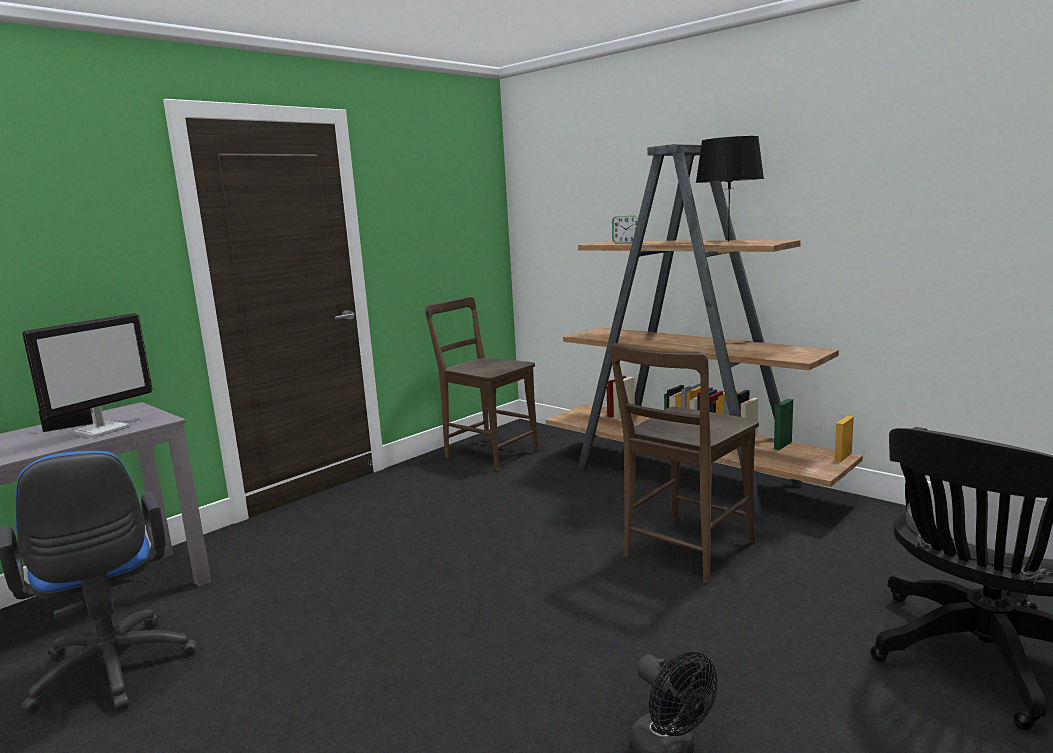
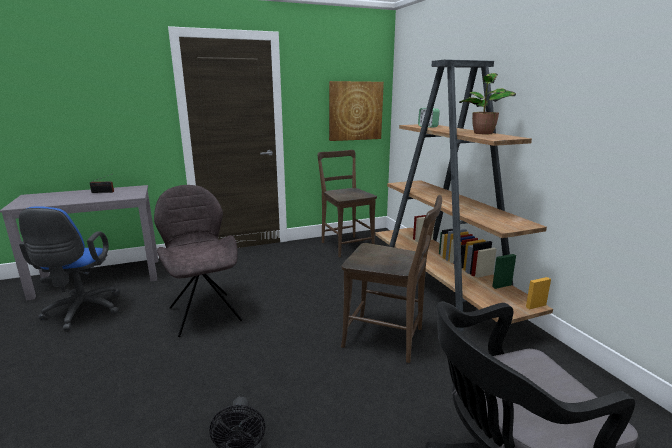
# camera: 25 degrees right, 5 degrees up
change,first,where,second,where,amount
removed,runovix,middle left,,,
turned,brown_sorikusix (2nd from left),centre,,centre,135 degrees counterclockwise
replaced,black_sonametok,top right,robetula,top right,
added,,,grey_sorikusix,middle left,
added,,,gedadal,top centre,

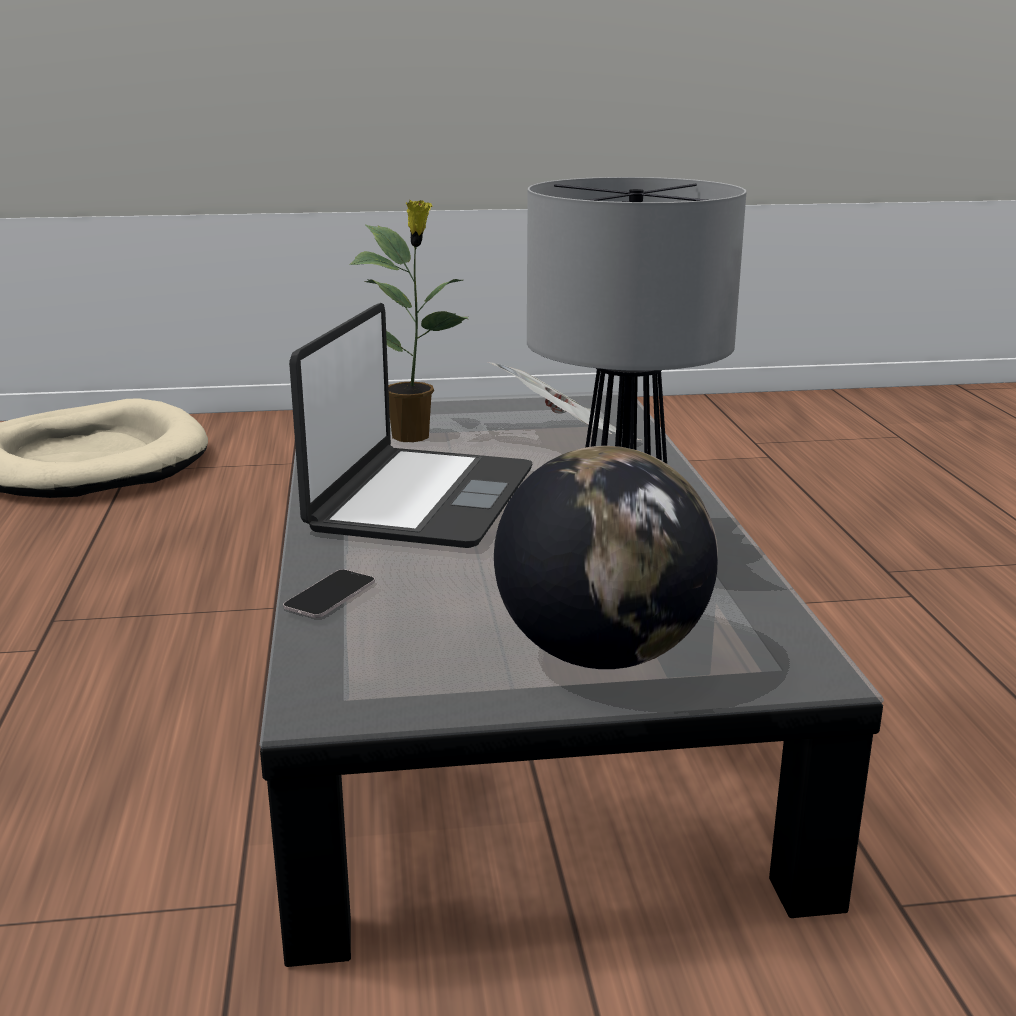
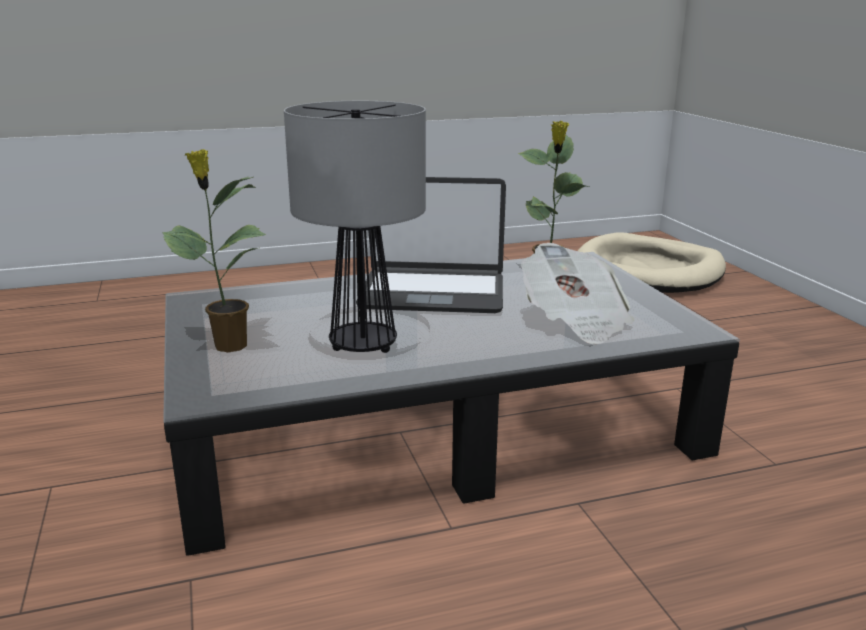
# camera: 80 degrees right, 0 degrees up
change,first,where,second,where,amount
removed,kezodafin,middle left,,,
replaced,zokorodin,centre,robetula (1st from left),middle left,

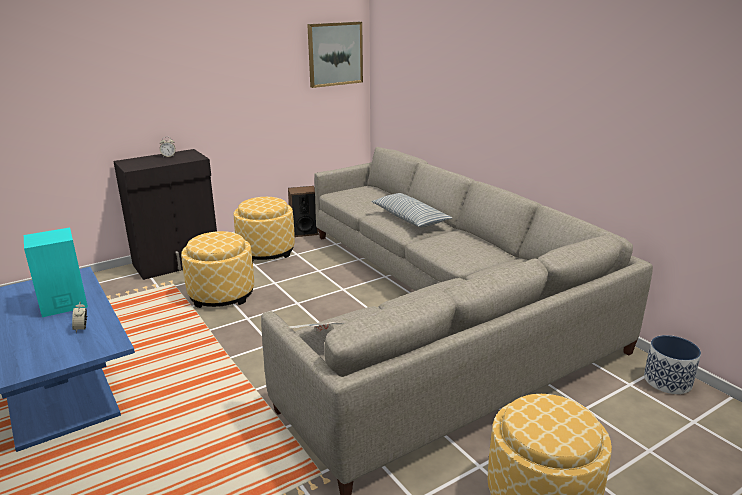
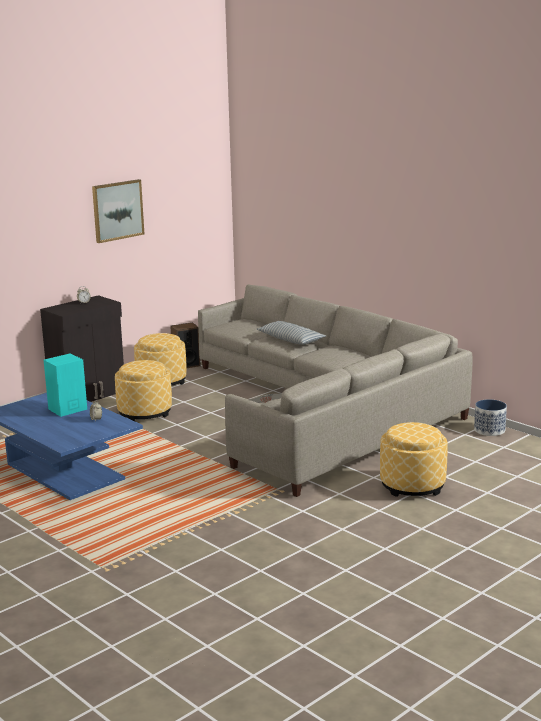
# camera: 10 degrees left, 5 degrees down
change,first,where,second,where,amount
moved,gedadal,top centre,,top left,

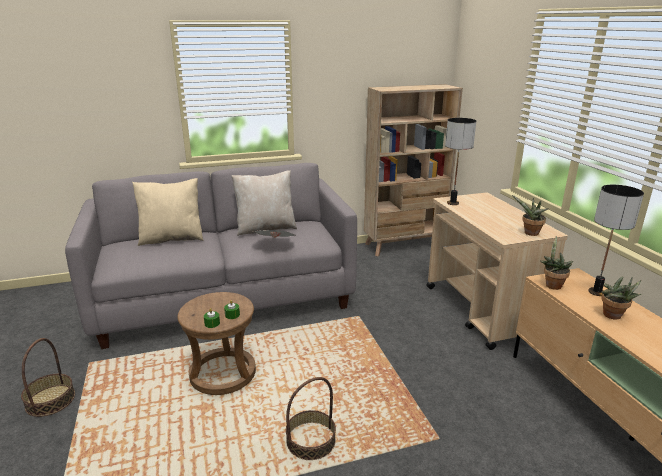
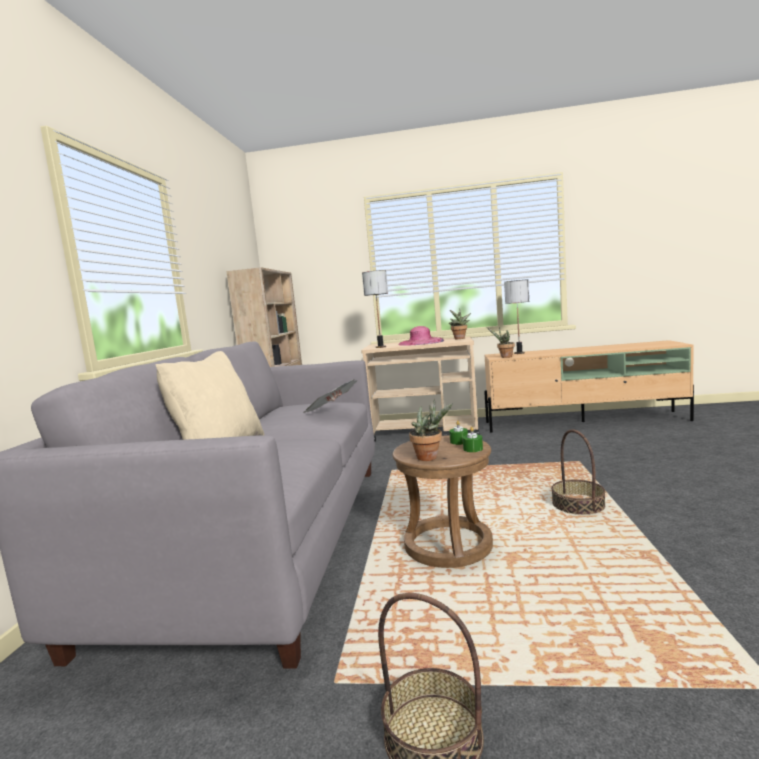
# camera: 65 degrees left, 15 degrees down
change,first,where,second,where,amount
removed,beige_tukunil (2nd from left),centre,,,
moved,robetula (3rd from left in the first image),middle right,robetula (1st from left),centre,
added,,,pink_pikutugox,centre,

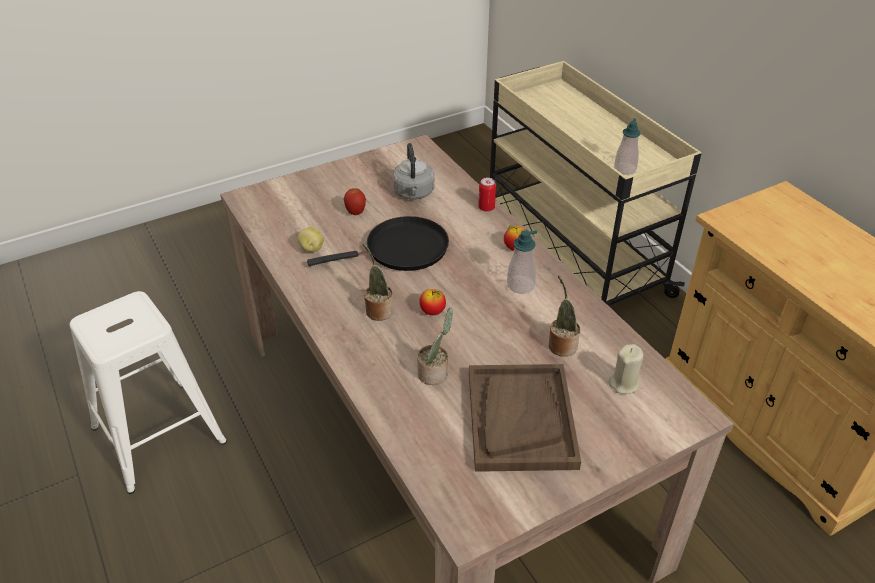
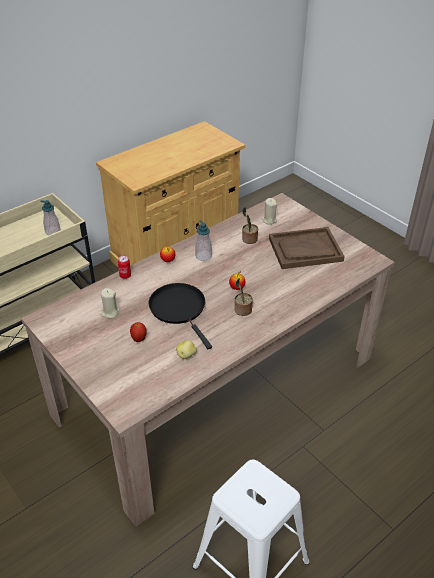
# camera: 100 degrees left, 0 degrees up
change,first,where,second,where,amount
replaced,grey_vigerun,top centre,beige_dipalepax (1st from left),middle left,
removed,robetula (2nd from left),centre,,,

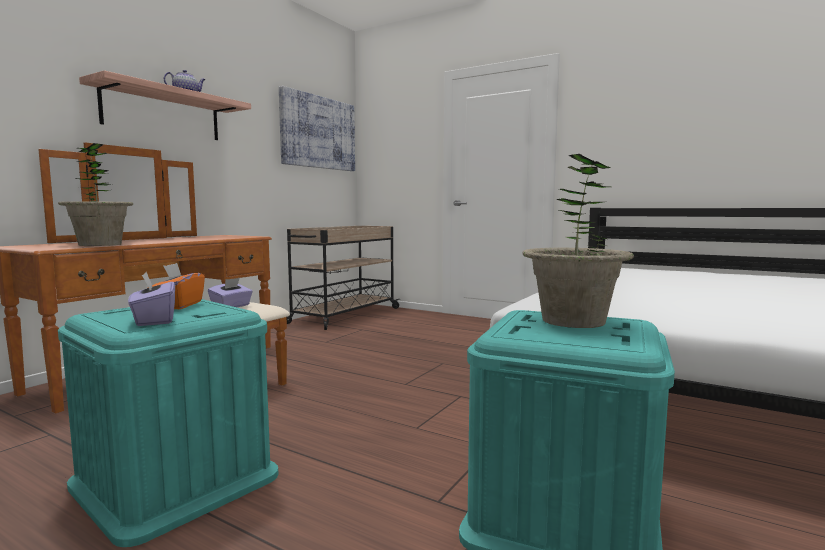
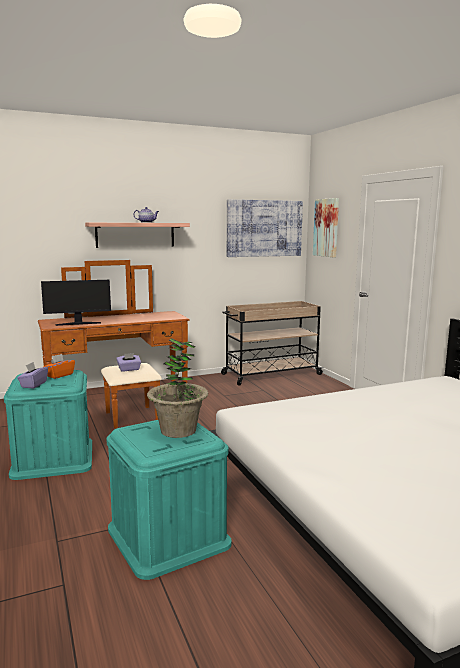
# camera: 35 degrees right, 5 degrees up
change,first,where,second,where,amount
replaced,robetula (1st from left),middle left,runovix,middle left,
added,,,gedadal (2nd from left),middle right,

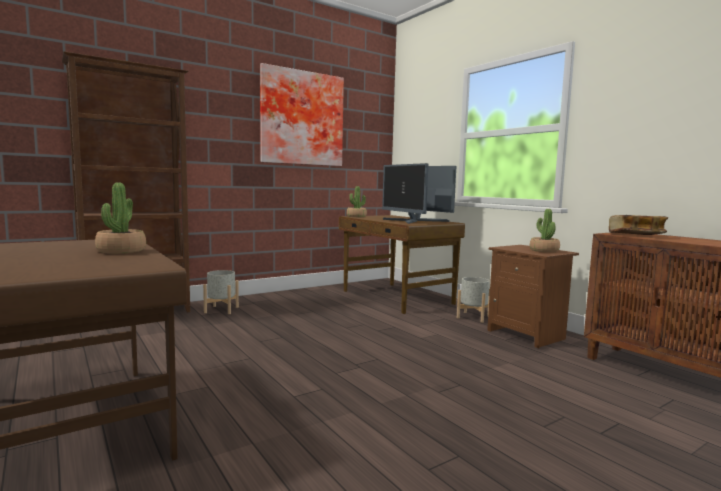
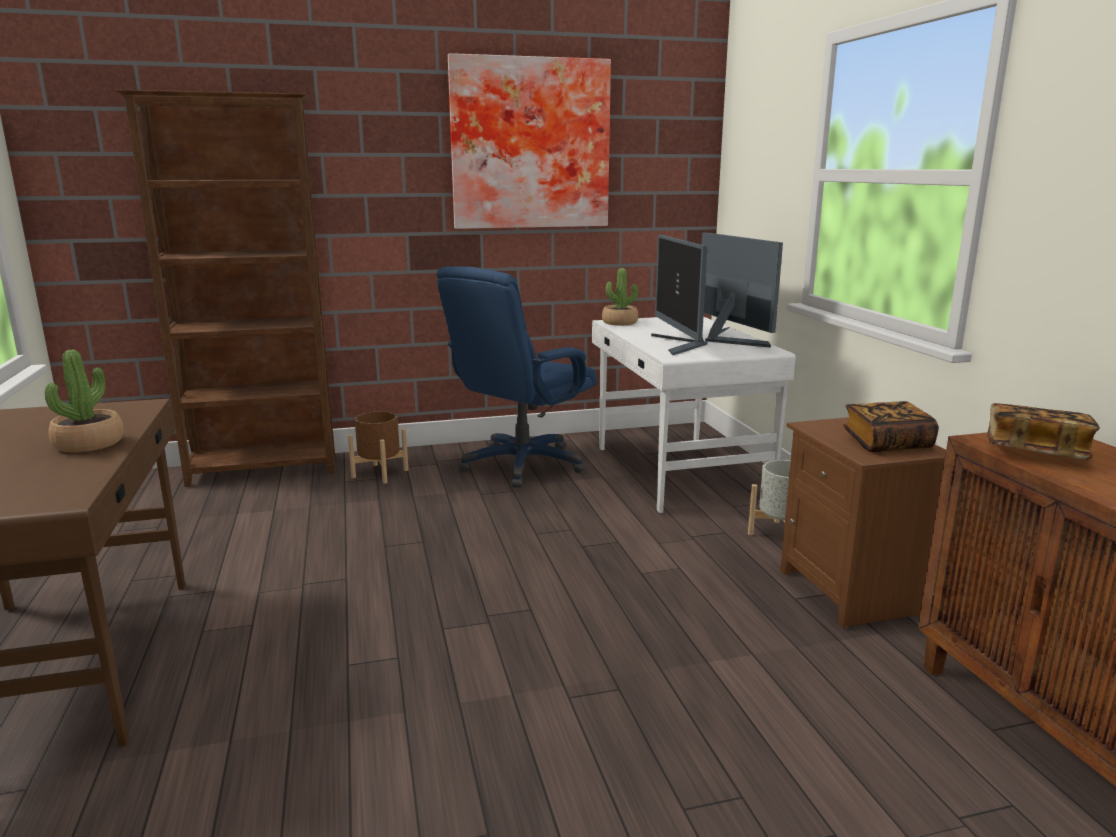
# camera: 20 degrees right, 10 degrees up
change,first,where,second,where,amount
recoloured,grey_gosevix (1st from left),middle left,brown_gosevix,centre,
recoloured,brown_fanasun (2nd from left),centre,white_fanasun,centre,
replaced,robetula (3rd from left),middle right,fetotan (1st from left),middle right,
added,,,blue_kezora,centre,

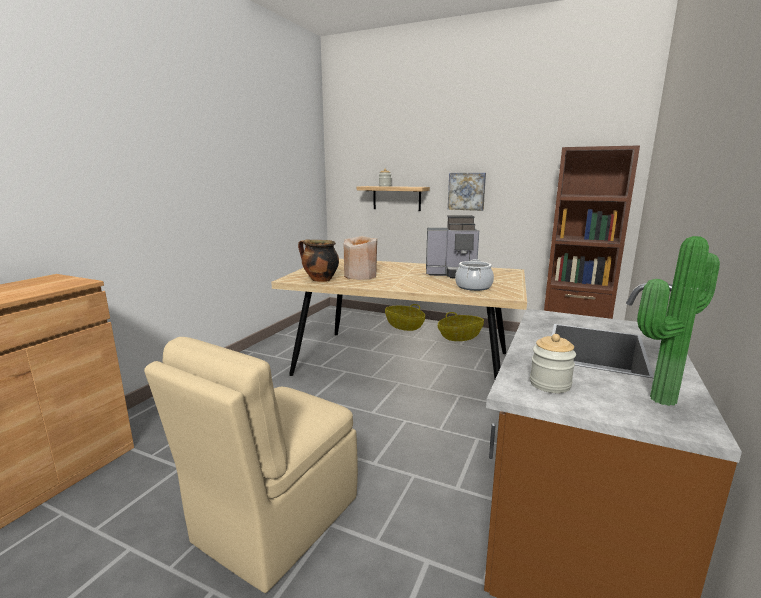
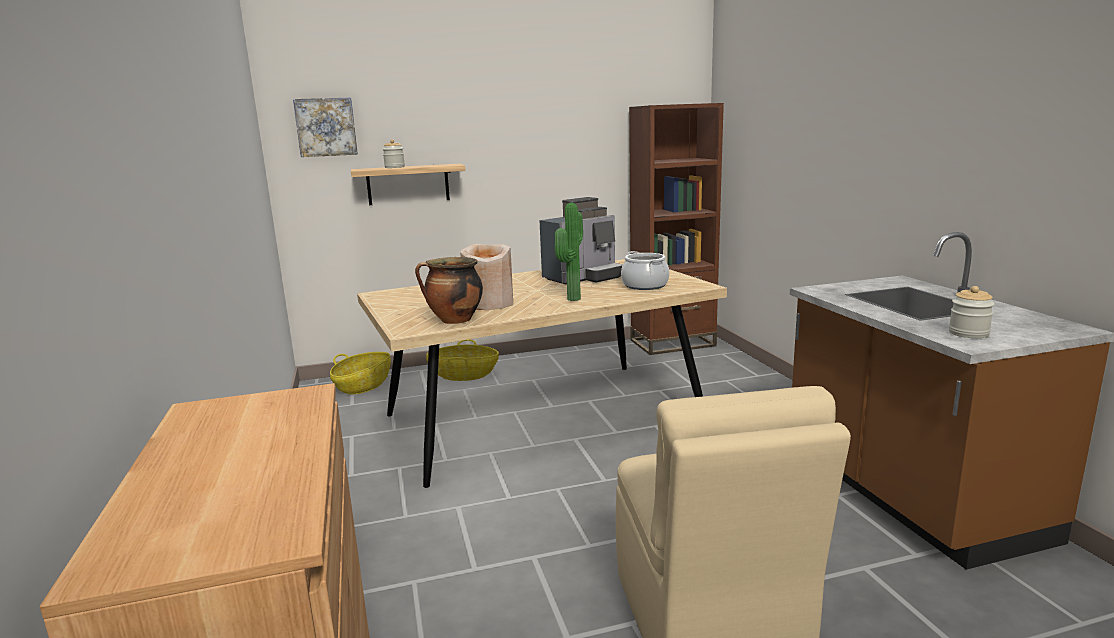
# camera: 40 degrees left, 0 degrees up
change,first,where,second,where,amount
moved,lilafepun (2nd from left in the first image),centre,lilafepun (1st from left),middle left,
moved,gedadal,top centre,,top left,
moved,robetula,middle right,,centre,

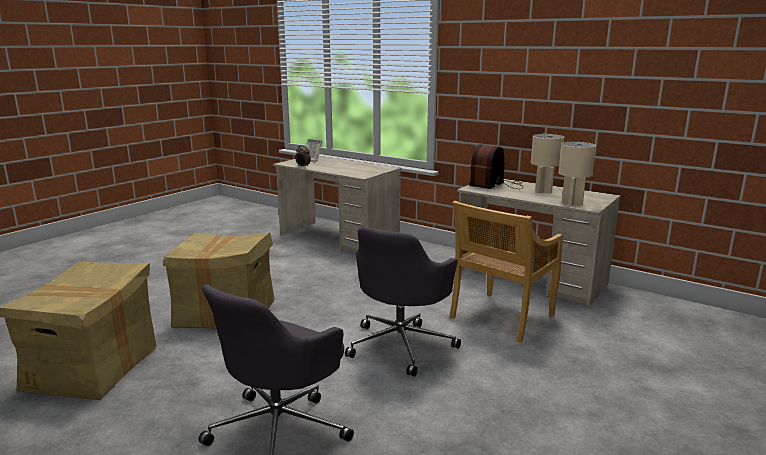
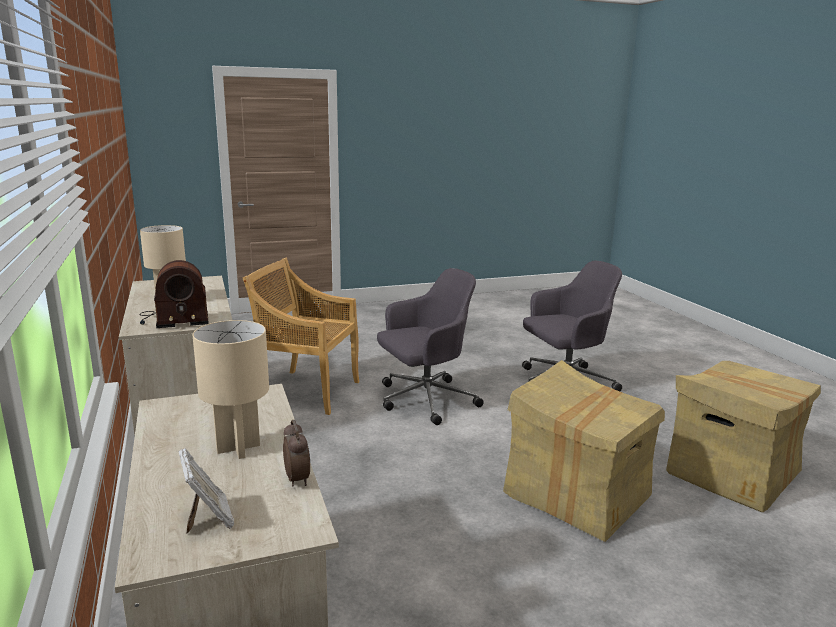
# camera: 145 degrees left, 0 degrees up
change,first,where,second,where,amount
turned,beige_sorikusix,centre,,centre,150 degrees counterclockwise
moved,beige_sonametok (2nd from left),middle right,,middle left,

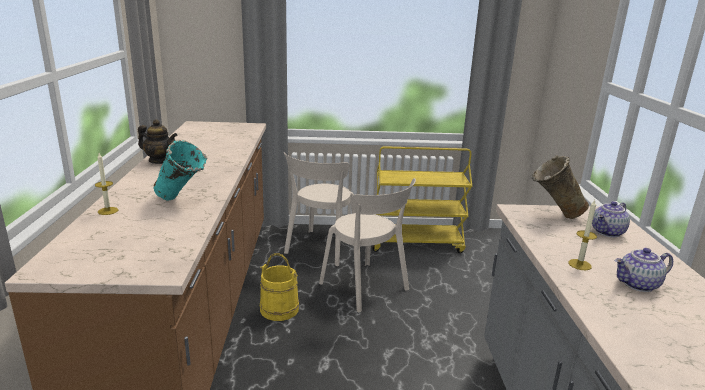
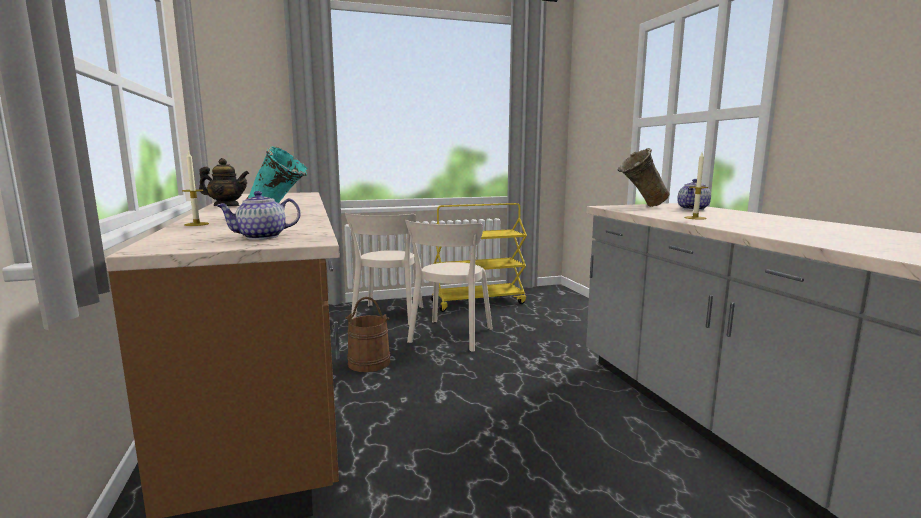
# camera: 15 degrees left, 10 degrees down
change,first,where,second,where,amount
recoloured,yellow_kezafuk,bottom centre,brown_kezafuk,centre,
turned,beige_sorikusix (2nd from left),centre,,centre,75 degrees clockwise
moved,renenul (3rd from left in the first image),bottom right,renenul (2nd from left),middle left,

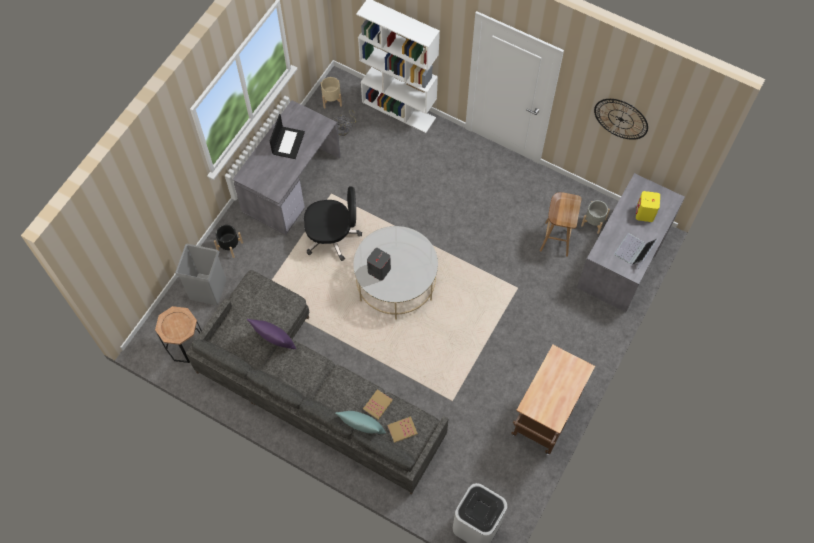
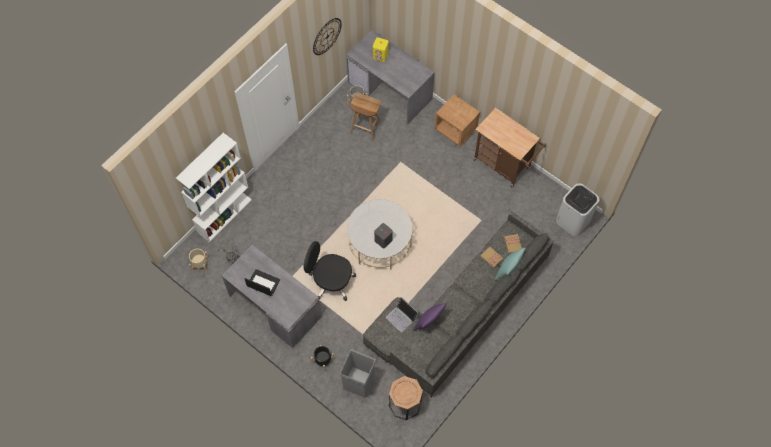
# camera: 80 degrees left, 0 degrees up
change,first,where,second,where,amount
turned,black_kezora,centre,,centre,75 degrees counterclockwise
moved,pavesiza (2nd from left),middle right,,bottom centre,
added,,,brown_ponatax,top centre,

